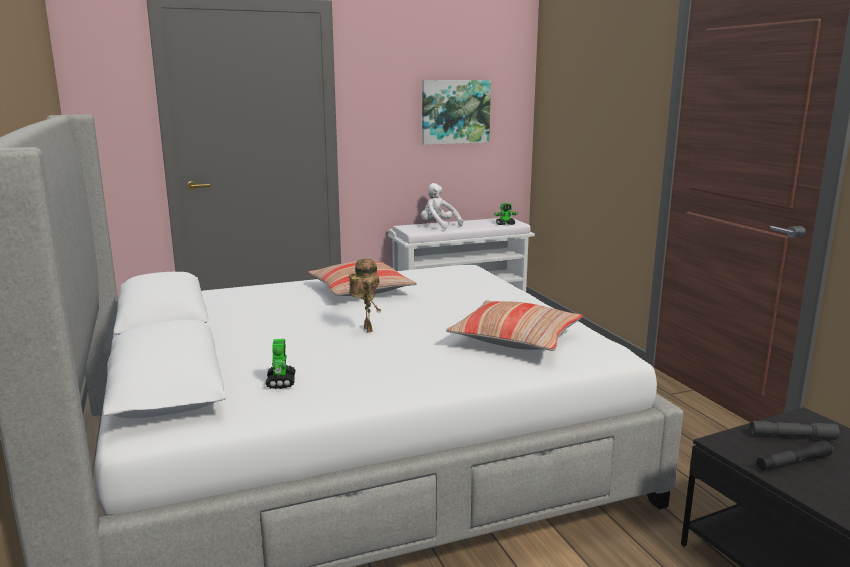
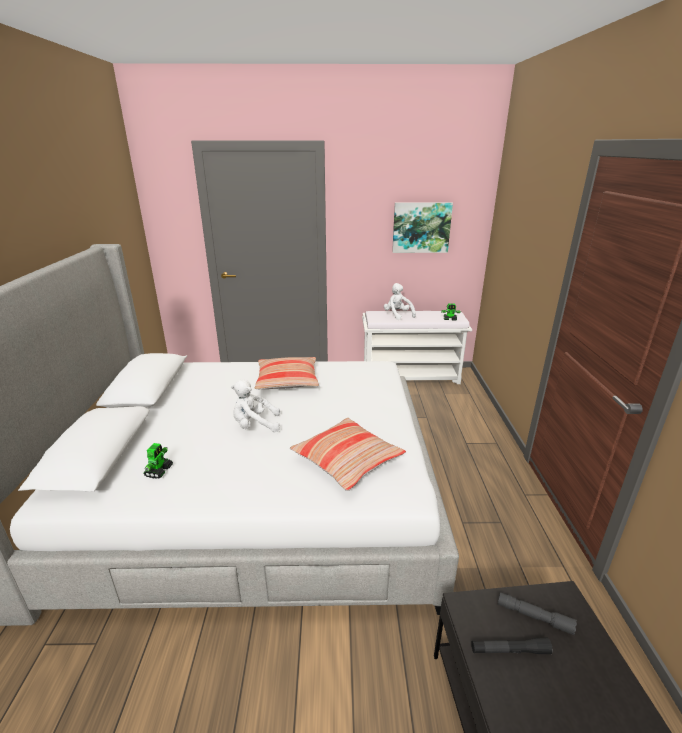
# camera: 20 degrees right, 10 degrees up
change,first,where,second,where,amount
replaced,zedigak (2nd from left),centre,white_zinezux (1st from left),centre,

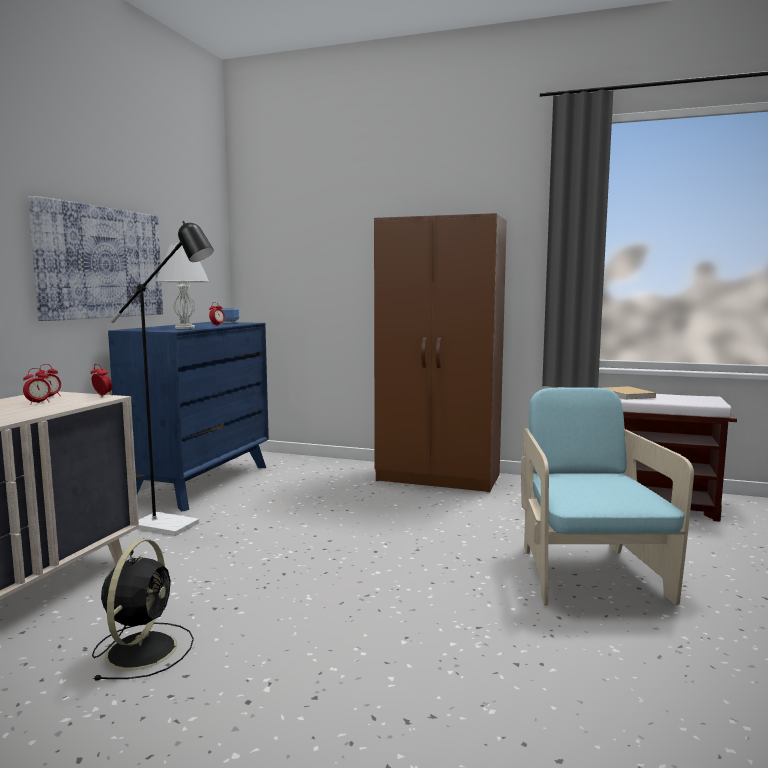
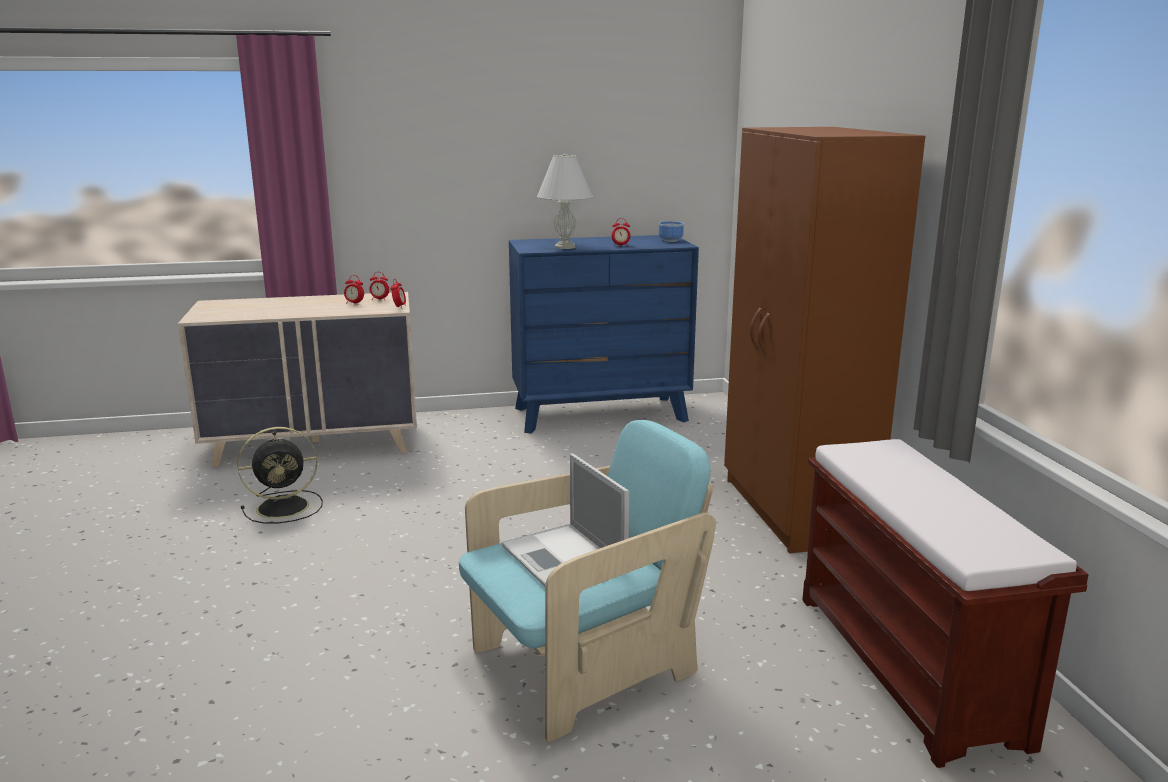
# camera: 60 degrees right, 10 degrees up
change,first,where,second,where,amount
removed,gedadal,middle left,,,
removed,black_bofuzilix,middle left,,,
removed,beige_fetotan,middle right,,,
added,,,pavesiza,centre,

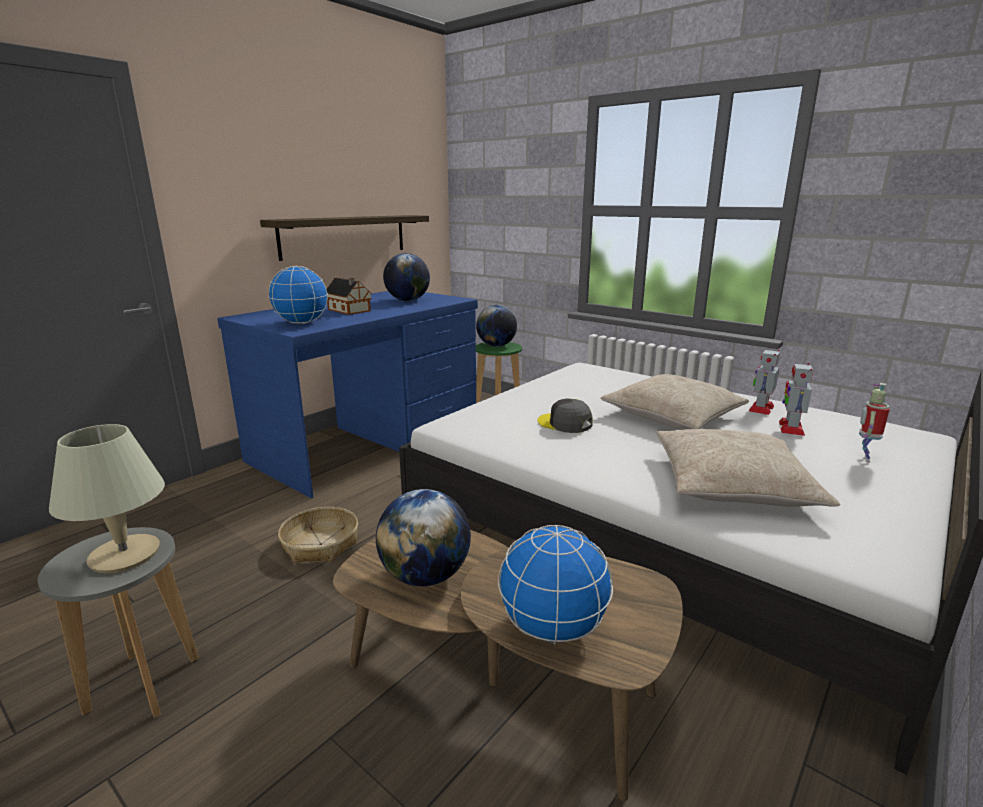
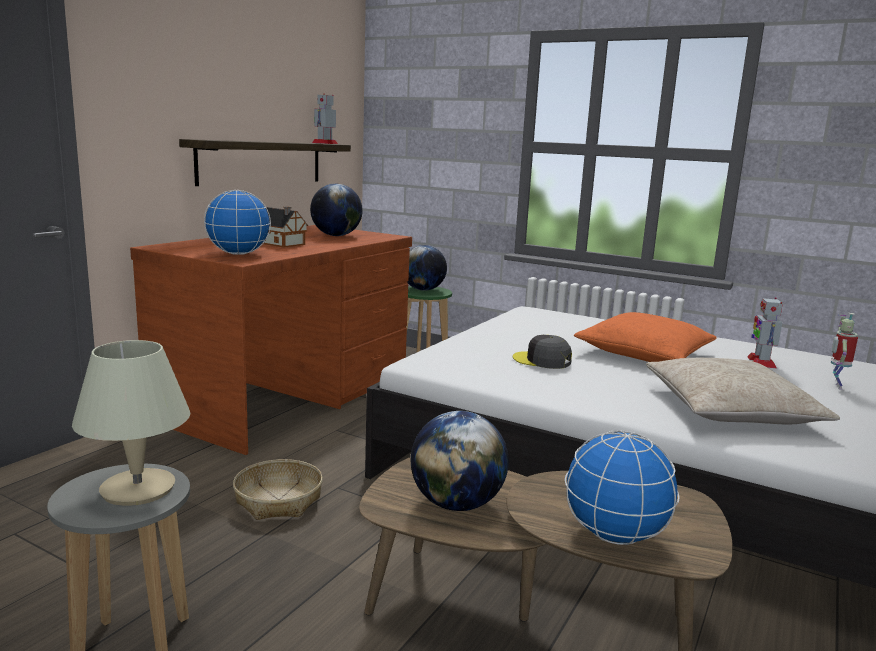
# camera: 10 degrees left, 5 degrees down
change,first,where,second,where,amount
recoloured,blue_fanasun,centre,brown_fanasun,middle left,
recoloured,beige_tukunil (1st from left),middle right,orange_tukunil,middle right,
moved,zedigak (1st from left),middle right,,top centre,

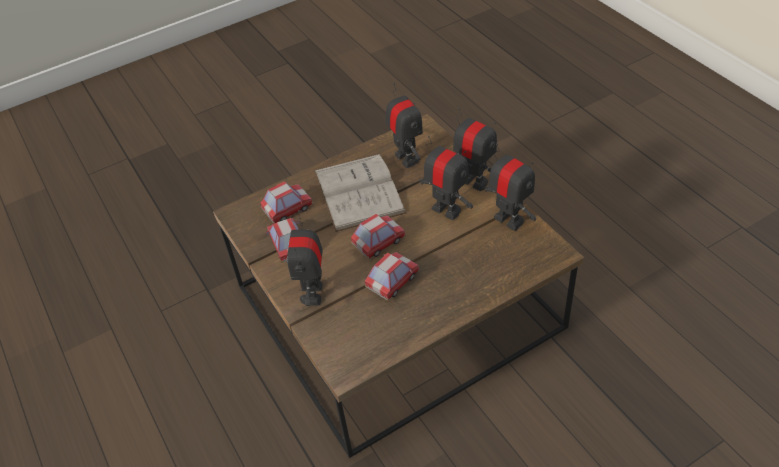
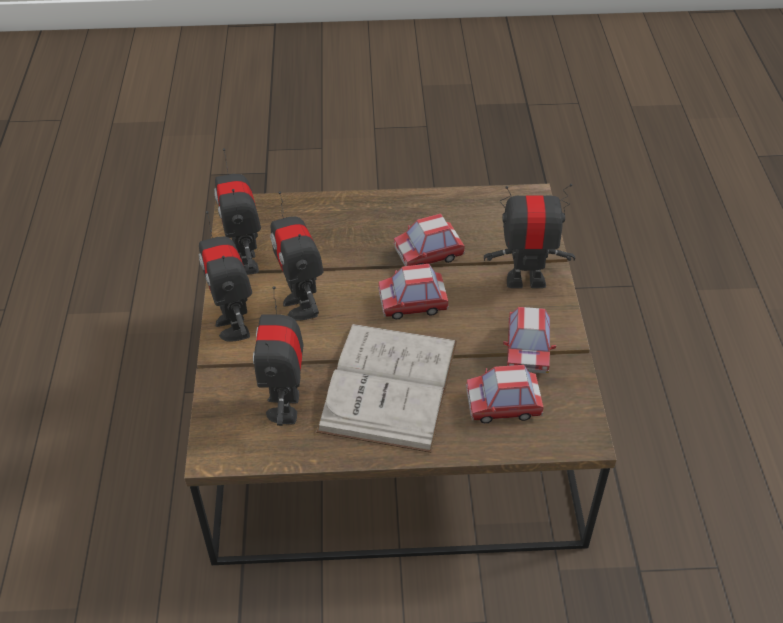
# camera: 155 degrees left, 0 degrees up
change,first,where,second,where,amount
turned,zedigak (1st from left in the first image),centre,zedigak (5th from left),middle right,120 degrees counterclockwise

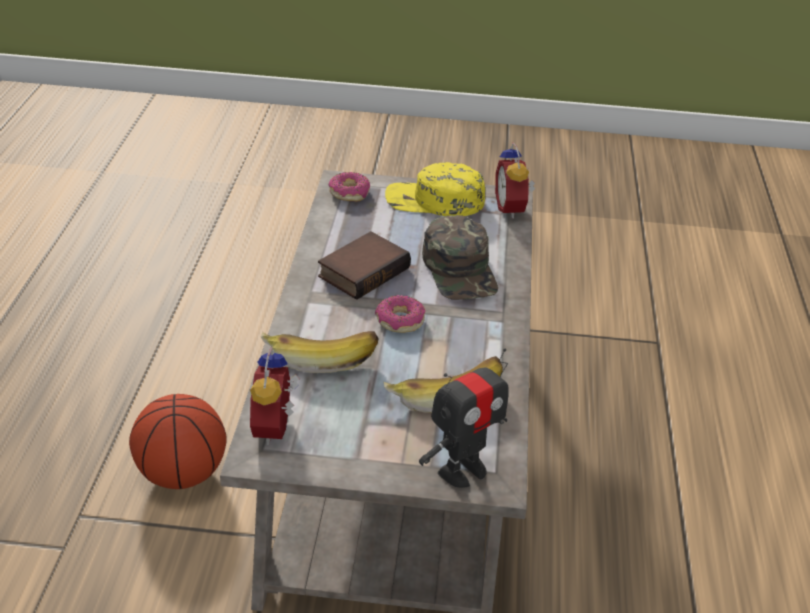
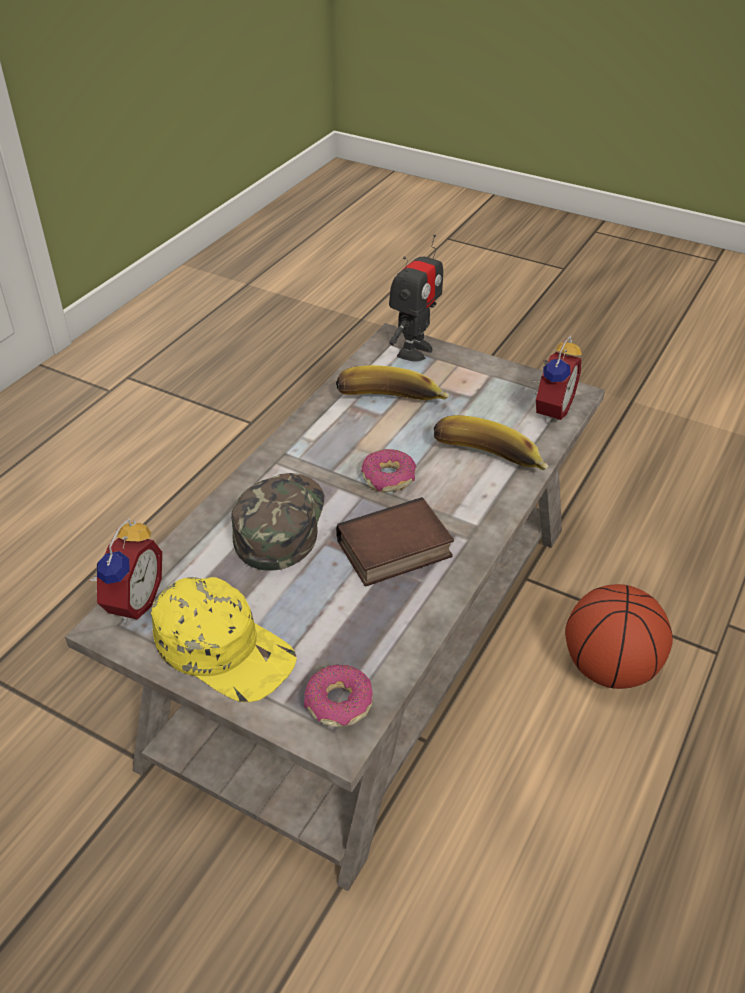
# camera: 155 degrees left, 5 degrees up
change,first,where,second,where,amount
turned,zedigak,bottom centre,,top centre,135 degrees clockwise

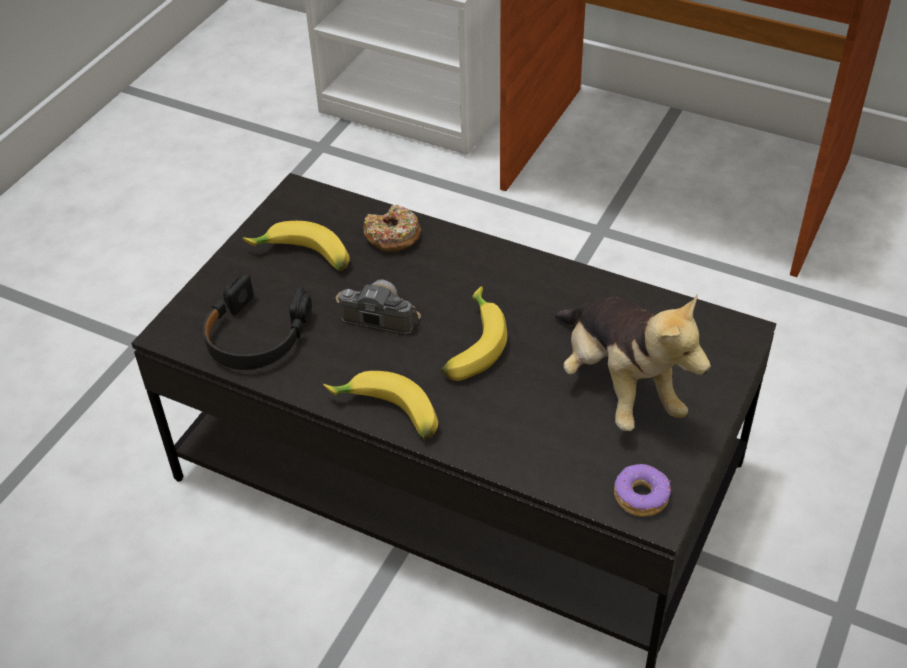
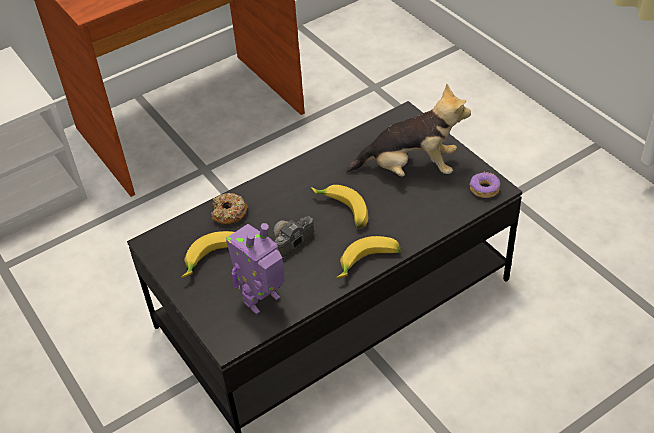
# camera: 60 degrees left, 0 degrees up
change,first,where,second,where,amount
replaced,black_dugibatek,middle left,zedigak,centre,

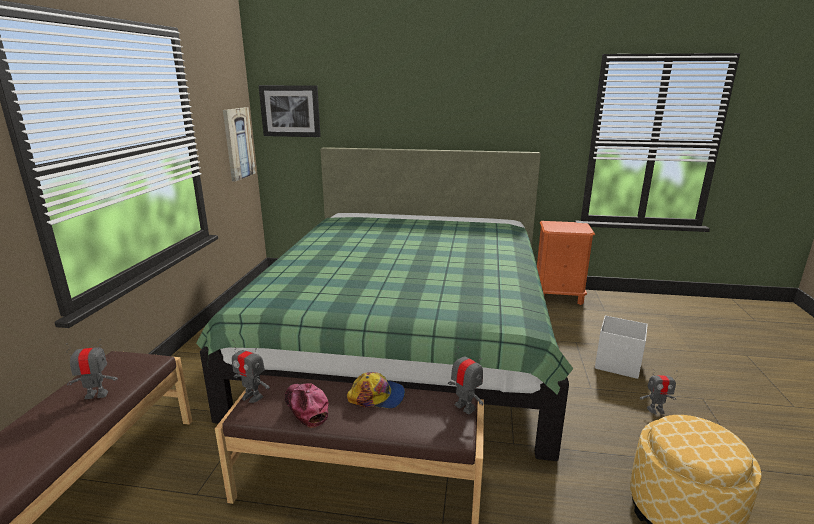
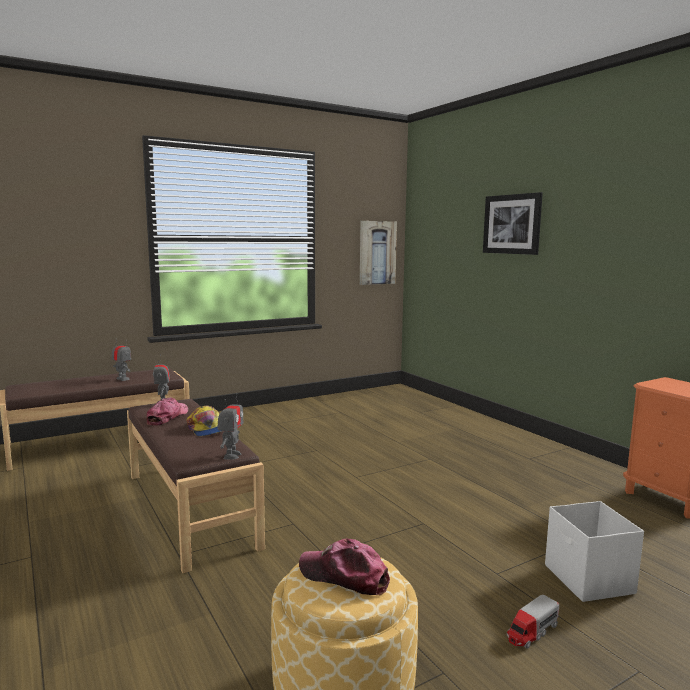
# camera: 50 degrees right, 10 degrees down
change,first,where,second,where,amount
removed,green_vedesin,centre,,,
moved,gedadal (2nd from left),top centre,,top right,
replaced,zedigak (4th from left),bottom right,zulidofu,bottom right,
added,,,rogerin (3rd from left),bottom centre,

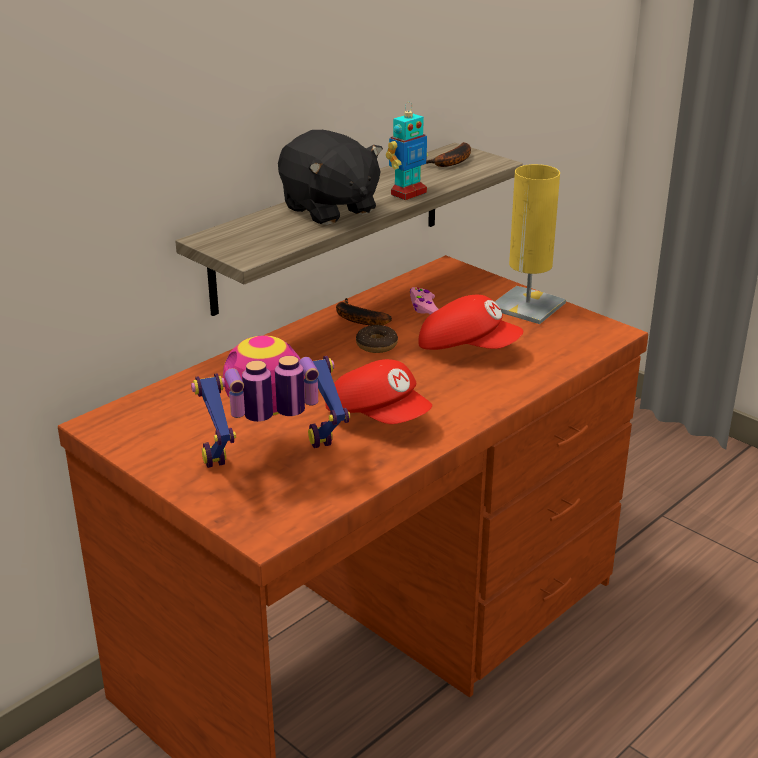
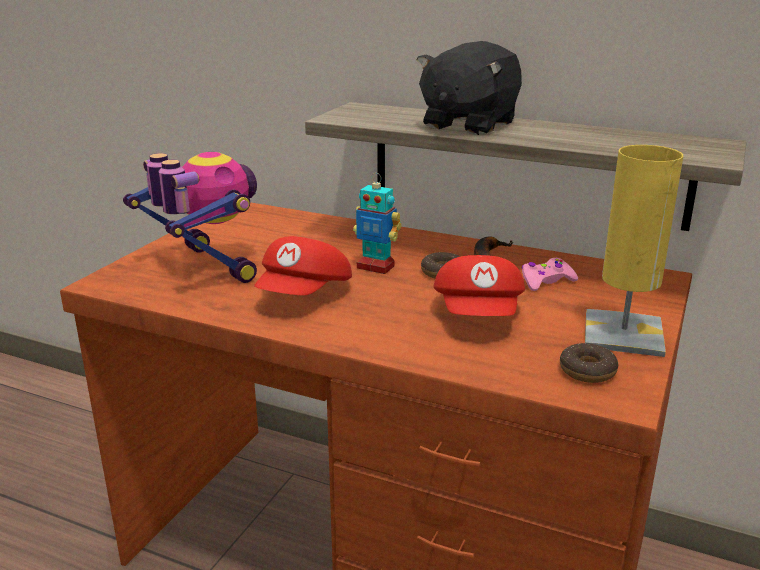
# camera: 70 degrees right, 5 degrees down
change,first,where,second,where,amount
moved,zedigak (2nd from left),top centre,,centre,
removed,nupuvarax (2nd from left),top centre,,,
added,,,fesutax (2nd from left),middle right,

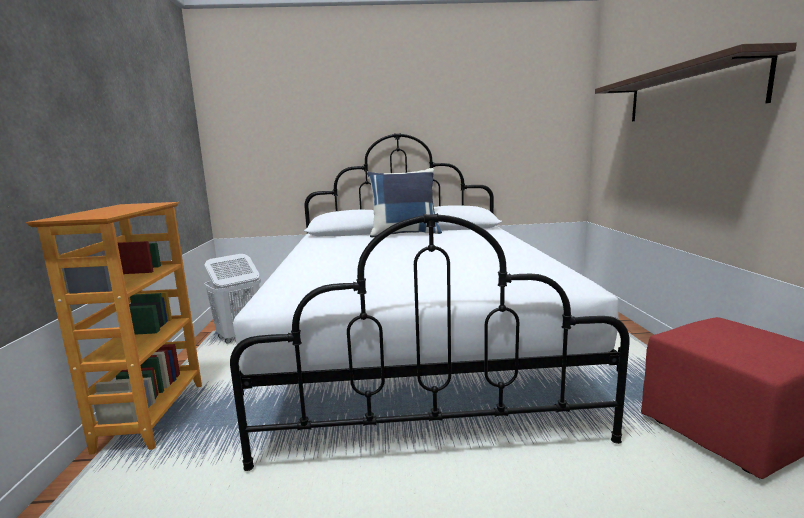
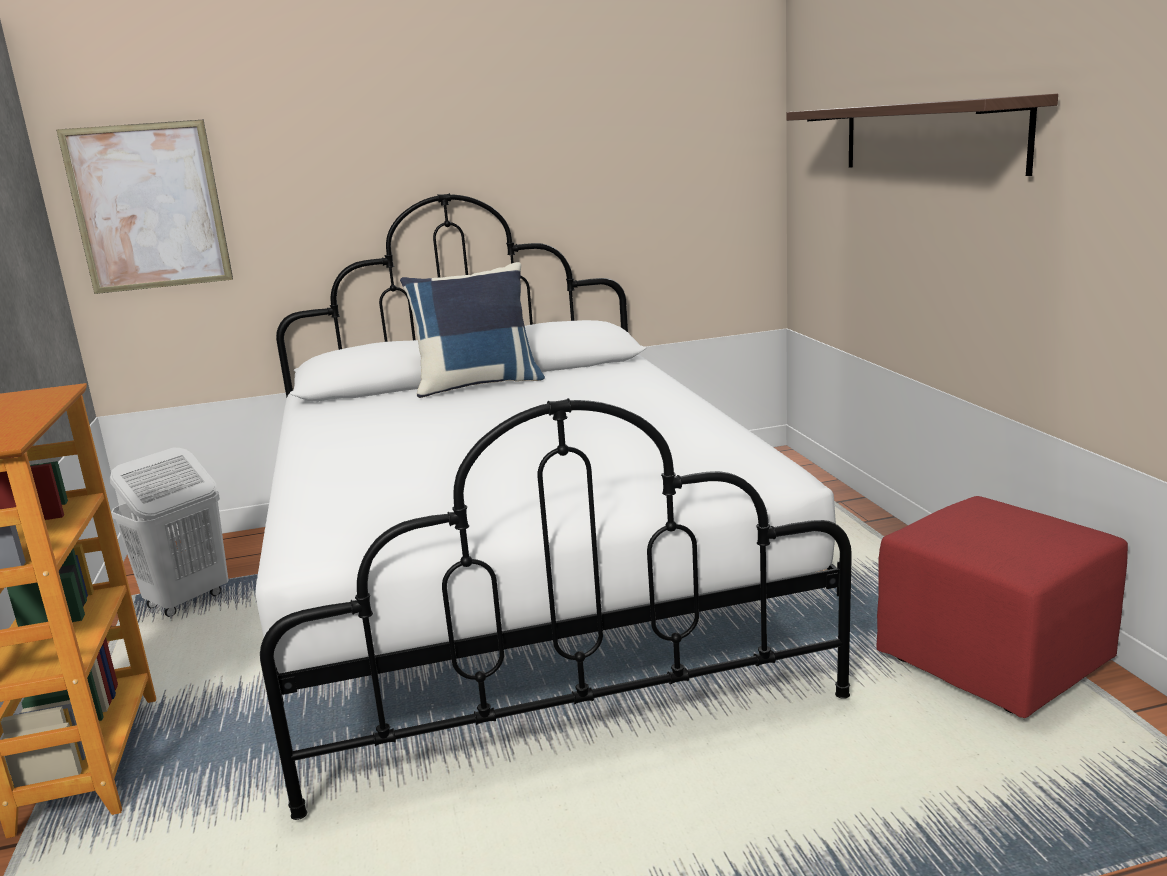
# camera: 10 degrees left, 5 degrees up
change,first,where,second,where,amount
added,,,gedadal,top left,

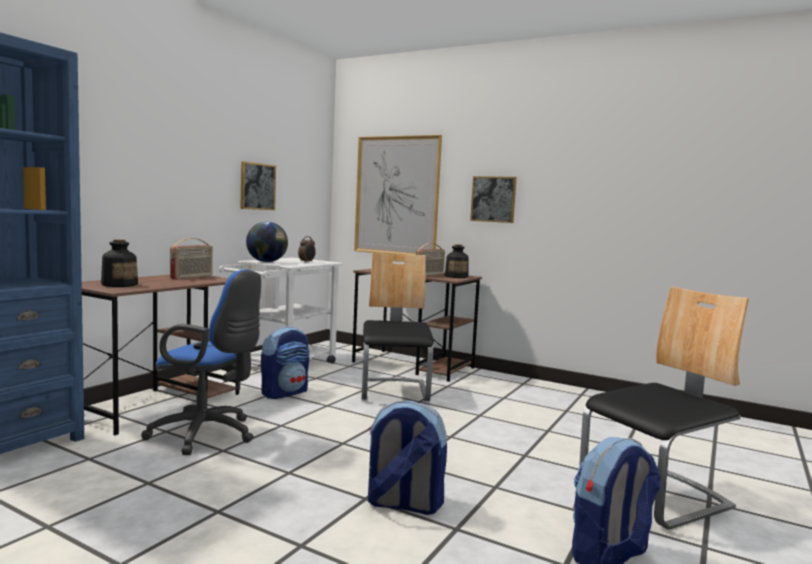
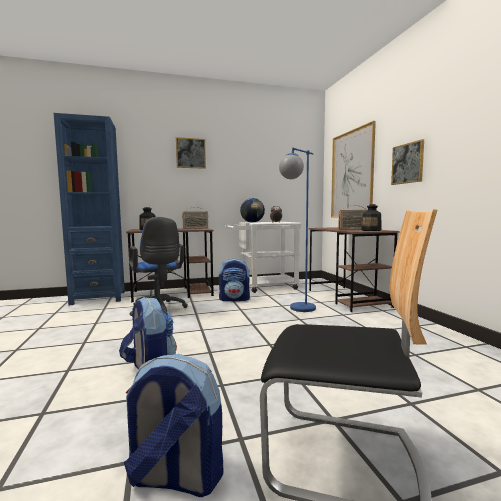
# camera: 45 degrees right, 0 degrees up
change,first,where,second,where,amount
moved,gedadal (1st from left),top left,,top centre,
replaced,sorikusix (1st from left),centre,blue_bofuzilix,centre,

